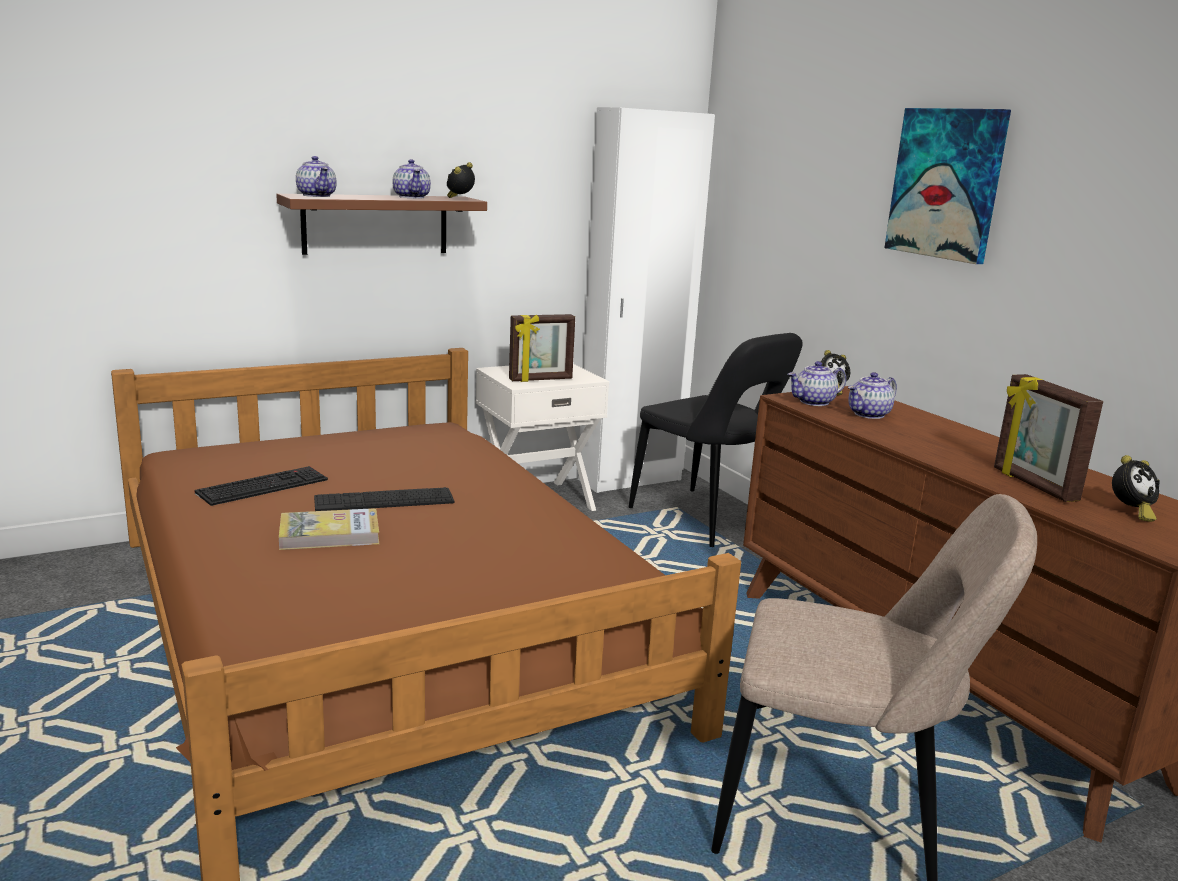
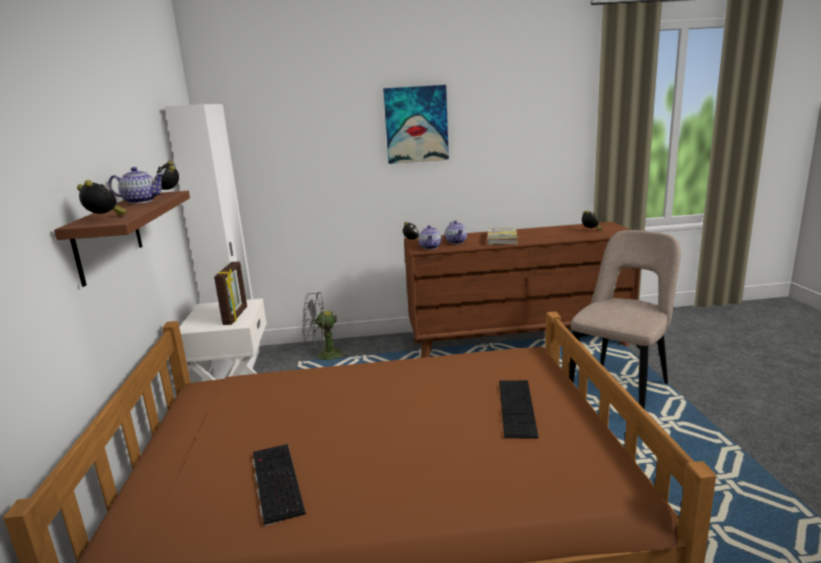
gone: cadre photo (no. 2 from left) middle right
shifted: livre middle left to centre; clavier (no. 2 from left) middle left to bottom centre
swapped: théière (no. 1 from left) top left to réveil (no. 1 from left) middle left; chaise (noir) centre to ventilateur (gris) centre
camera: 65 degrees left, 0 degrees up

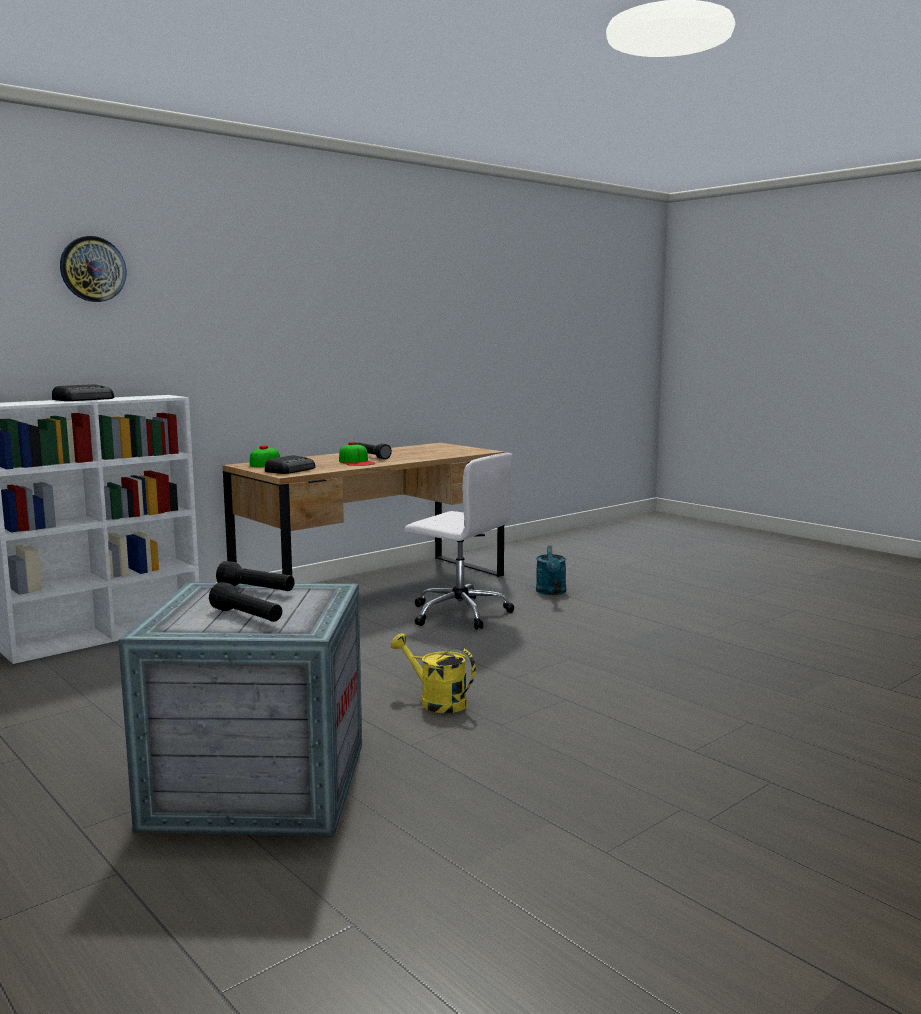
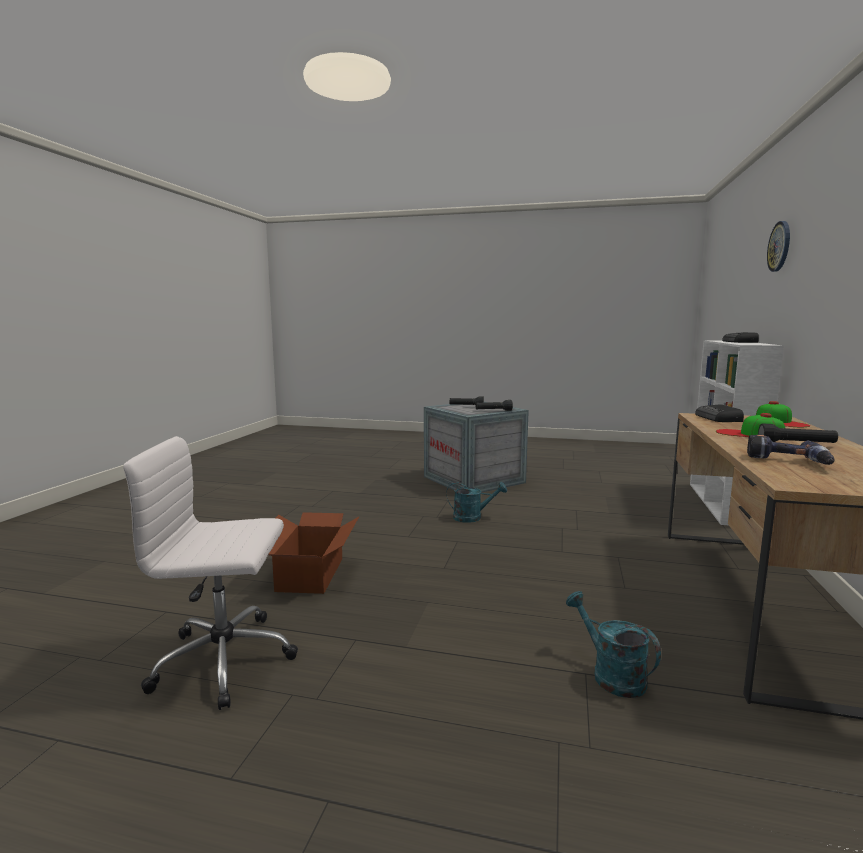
new: carton centre; perceuse middle right
shifted: chaise de bureau (blanc) centre to bottom left
repainted: arrosoir (jaune) centre to arrosoir (turquoise) (no. 1 from left) centre
camera: 145 degrees right, 0 degrees up

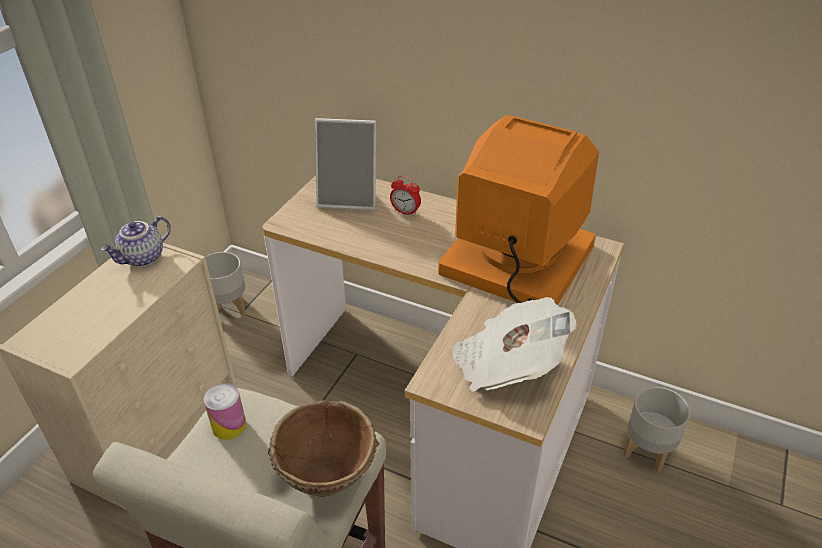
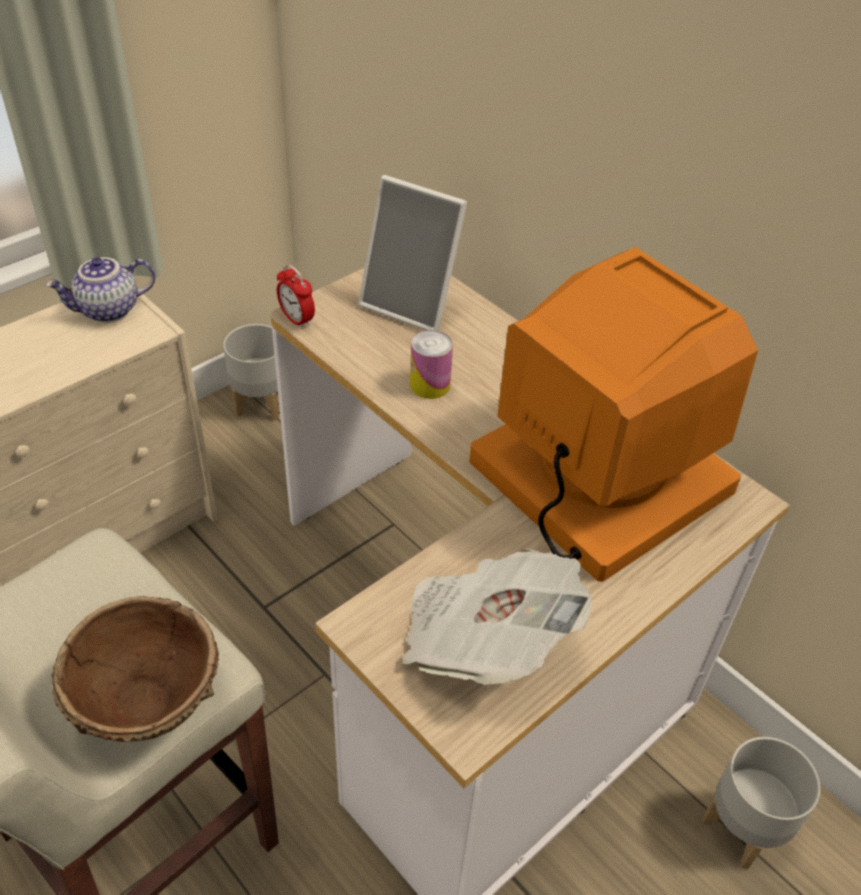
shifted: boîte métallique bottom left to centre; réveil centre to top centre
camera: 20 degrees right, 5 degrees up

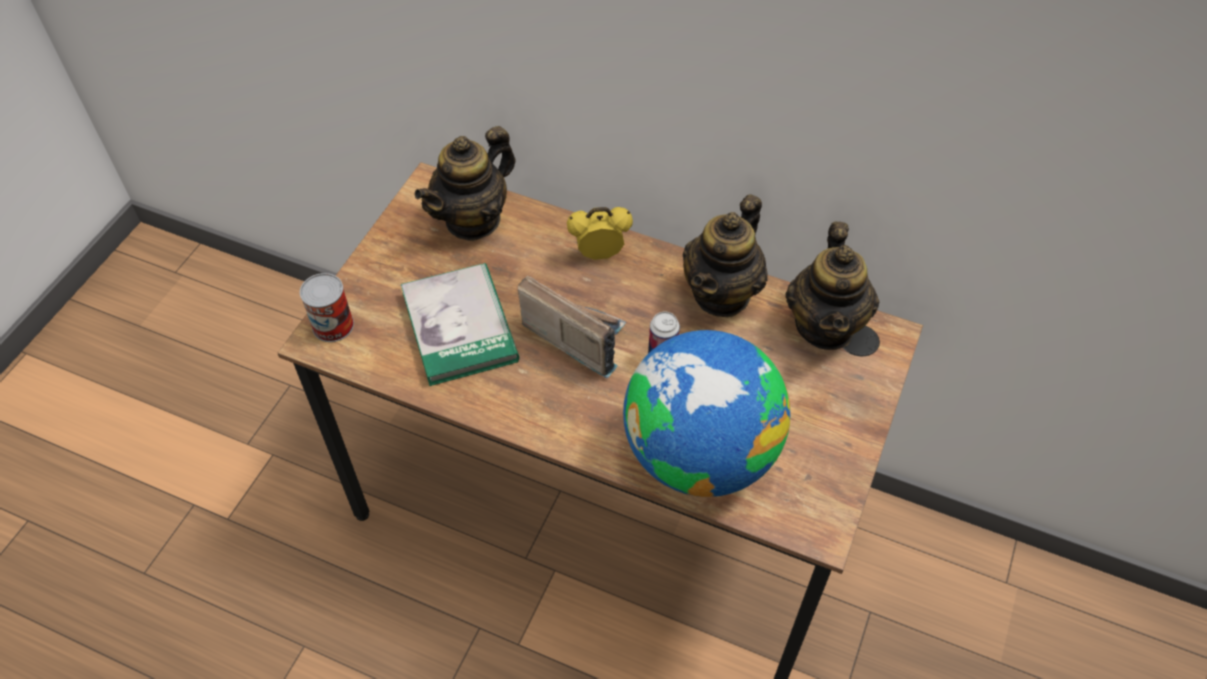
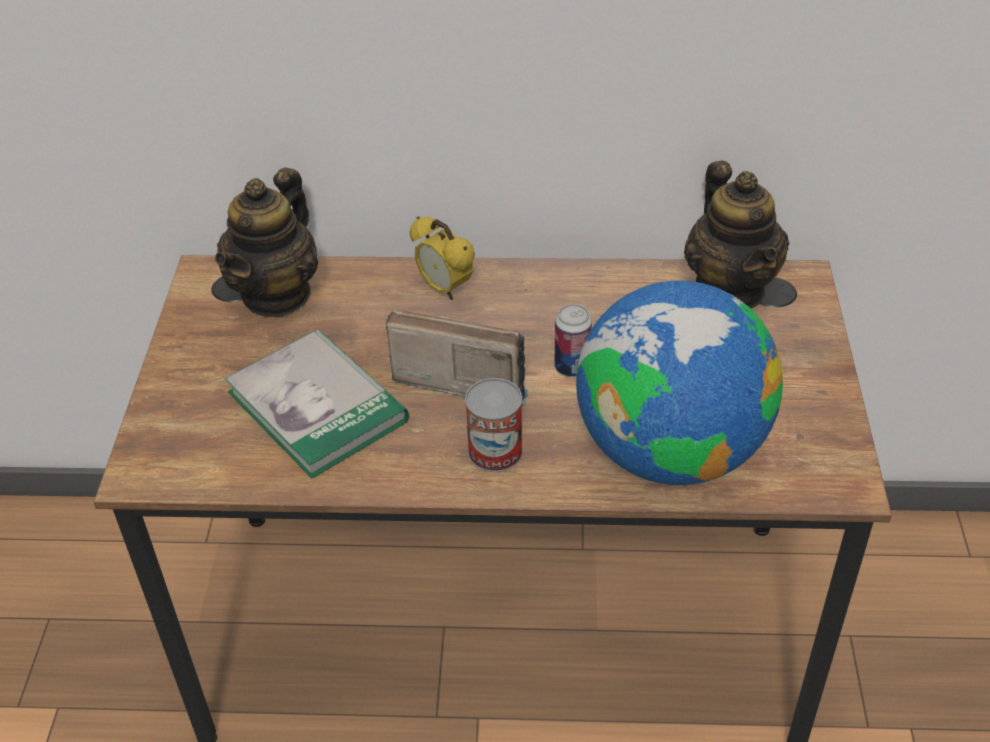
gone: théière (no. 2 from left) centre
shifted: boîte métallique (no. 1 from left) middle left to centre
rotated: réveil centre = centre 105 degrees counterclockwise
camera: 20 degrees left, 10 degrees down

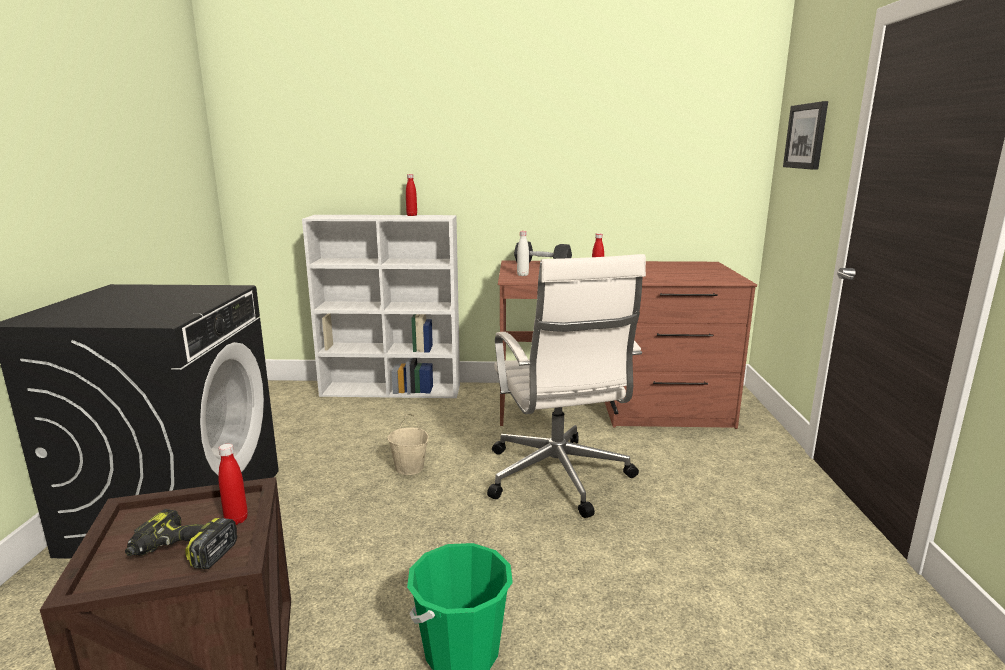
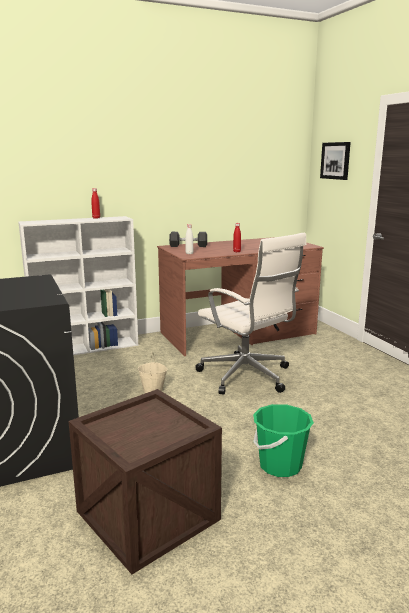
gone: perceuse bottom left; bouteille (rouge) (no. 1 from left) bottom left
camera: 25 degrees left, 0 degrees up

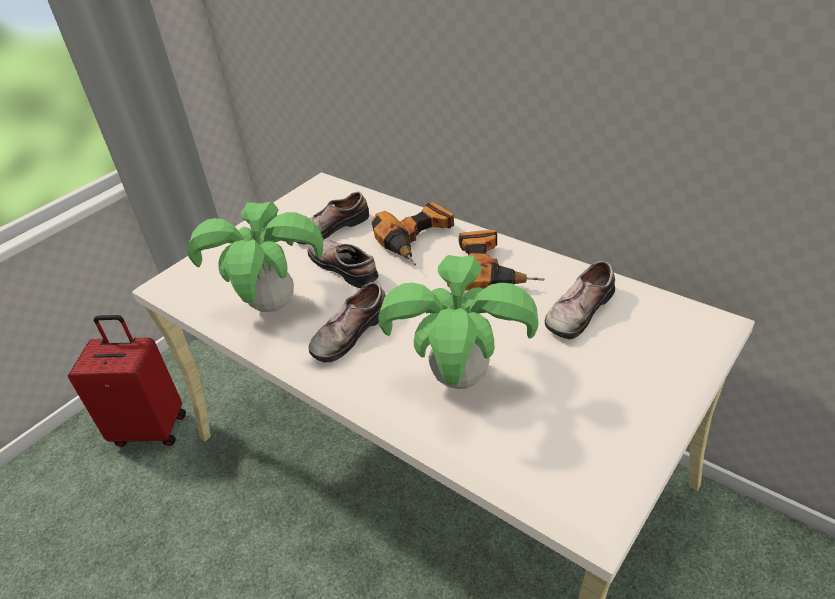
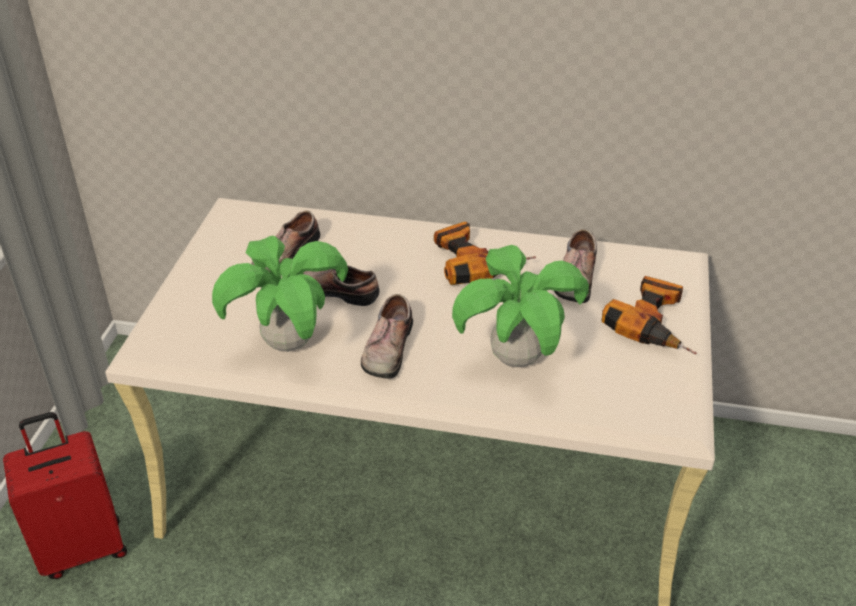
shifted: perceuse (no. 1 from left in the first image) centre to perceuse (no. 2 from left) middle right
camera: 30 degrees left, 0 degrees up

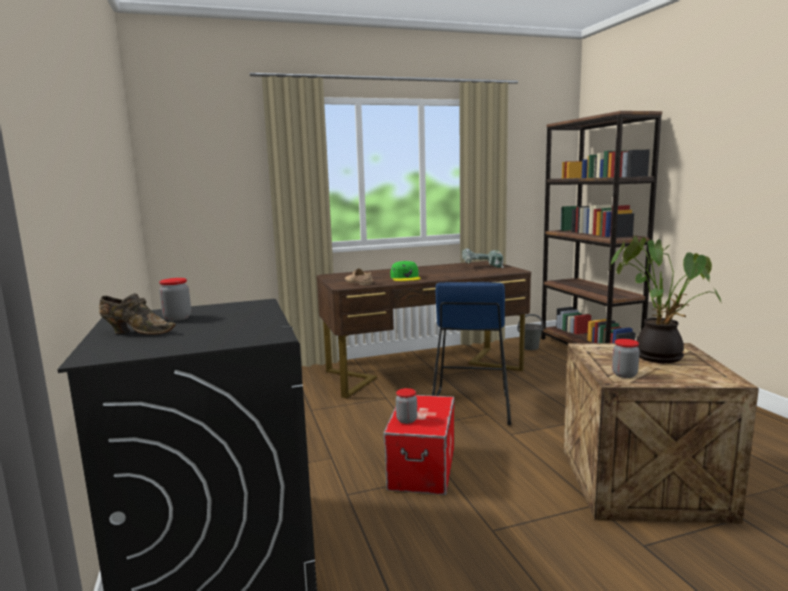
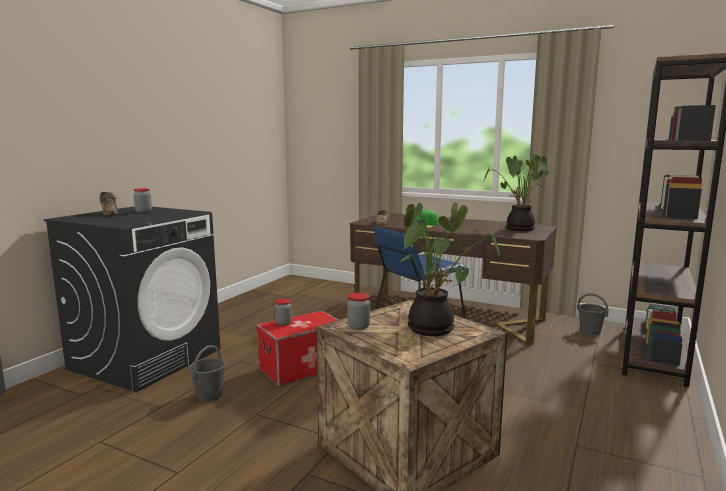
new: seau (gris) (no. 1 from left) bottom left
swapped: perceuse centre to plante en pot (no. 2 from left) middle right
camera: 45 degrees right, 0 degrees up

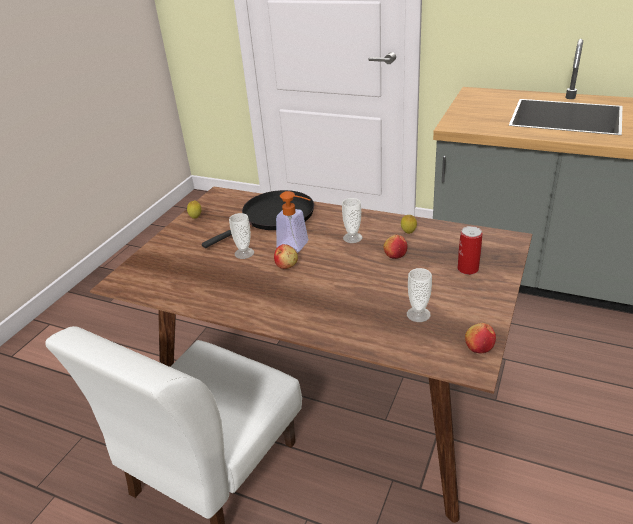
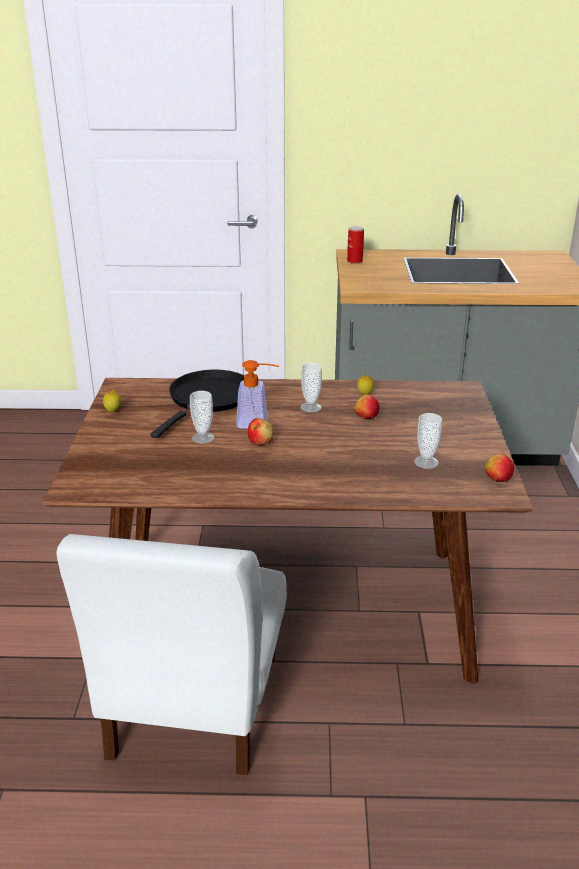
shifted: boîte métallique middle right to top centre
camera: 25 degrees left, 5 degrees down

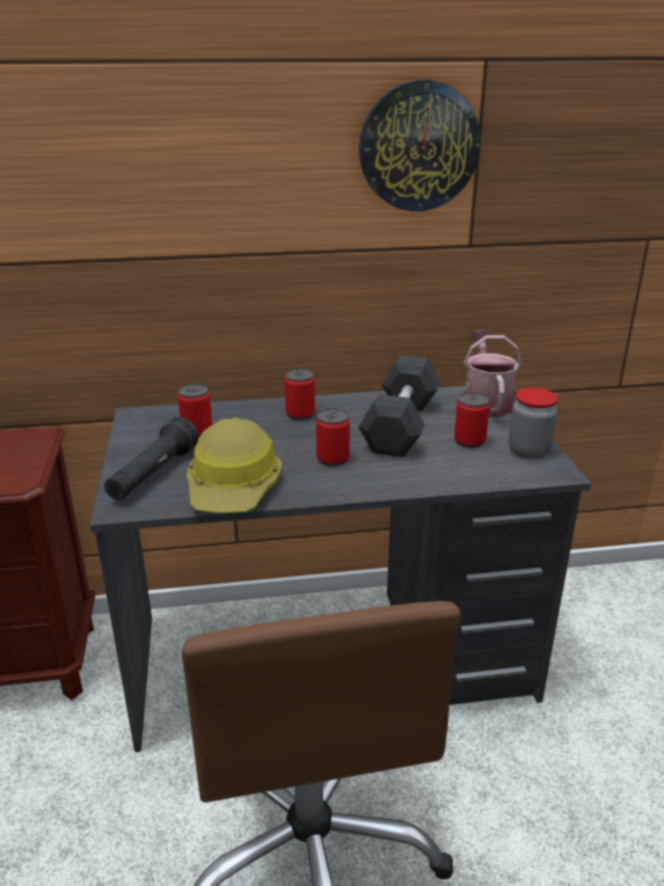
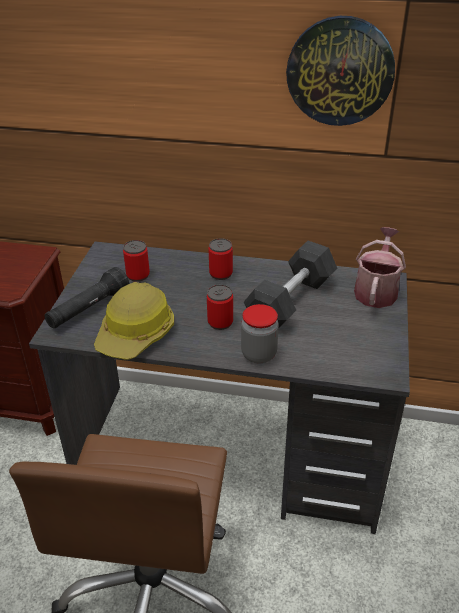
gone: boîte métallique (no. 4 from left) middle right
shifted: bocal middle right to centre
camera: 20 degrees right, 10 degrees up

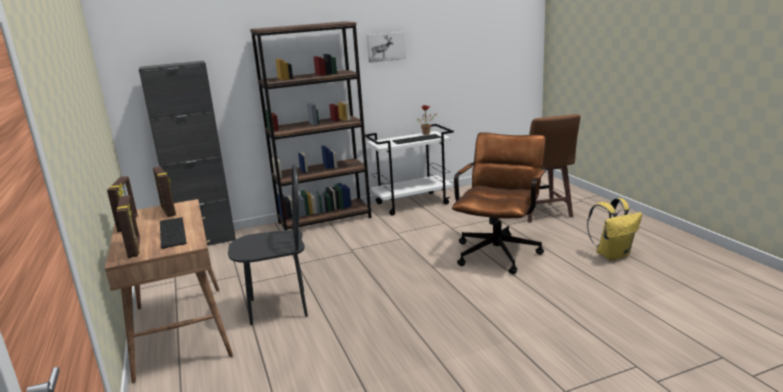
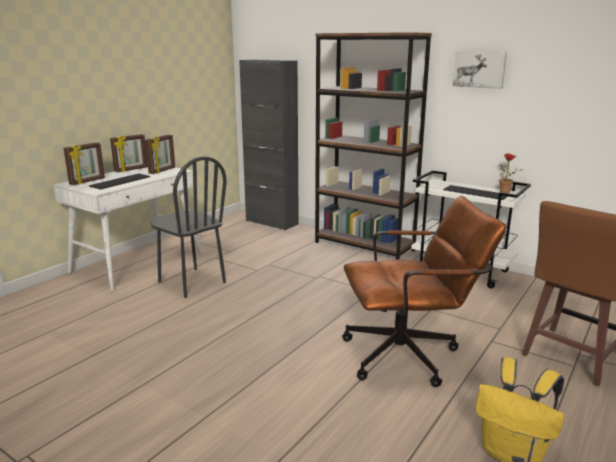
repainted: bureau (marron) bottom left to bureau (blanc) middle left
camera: 55 degrees right, 0 degrees up

